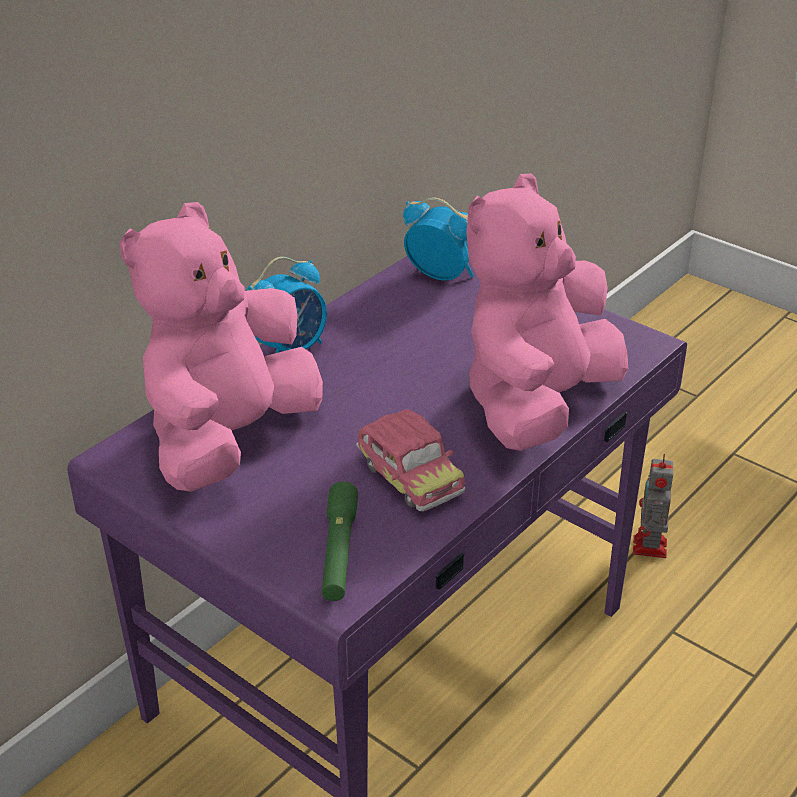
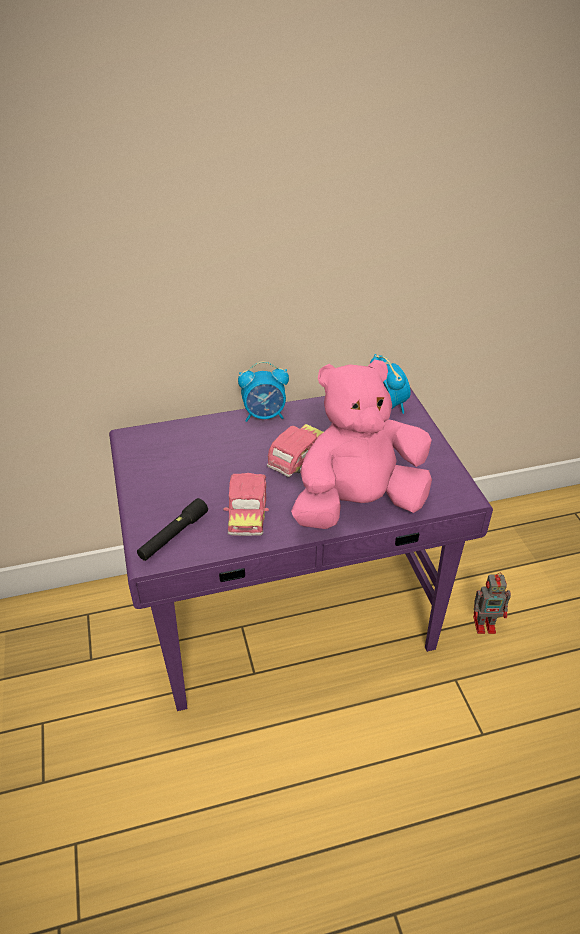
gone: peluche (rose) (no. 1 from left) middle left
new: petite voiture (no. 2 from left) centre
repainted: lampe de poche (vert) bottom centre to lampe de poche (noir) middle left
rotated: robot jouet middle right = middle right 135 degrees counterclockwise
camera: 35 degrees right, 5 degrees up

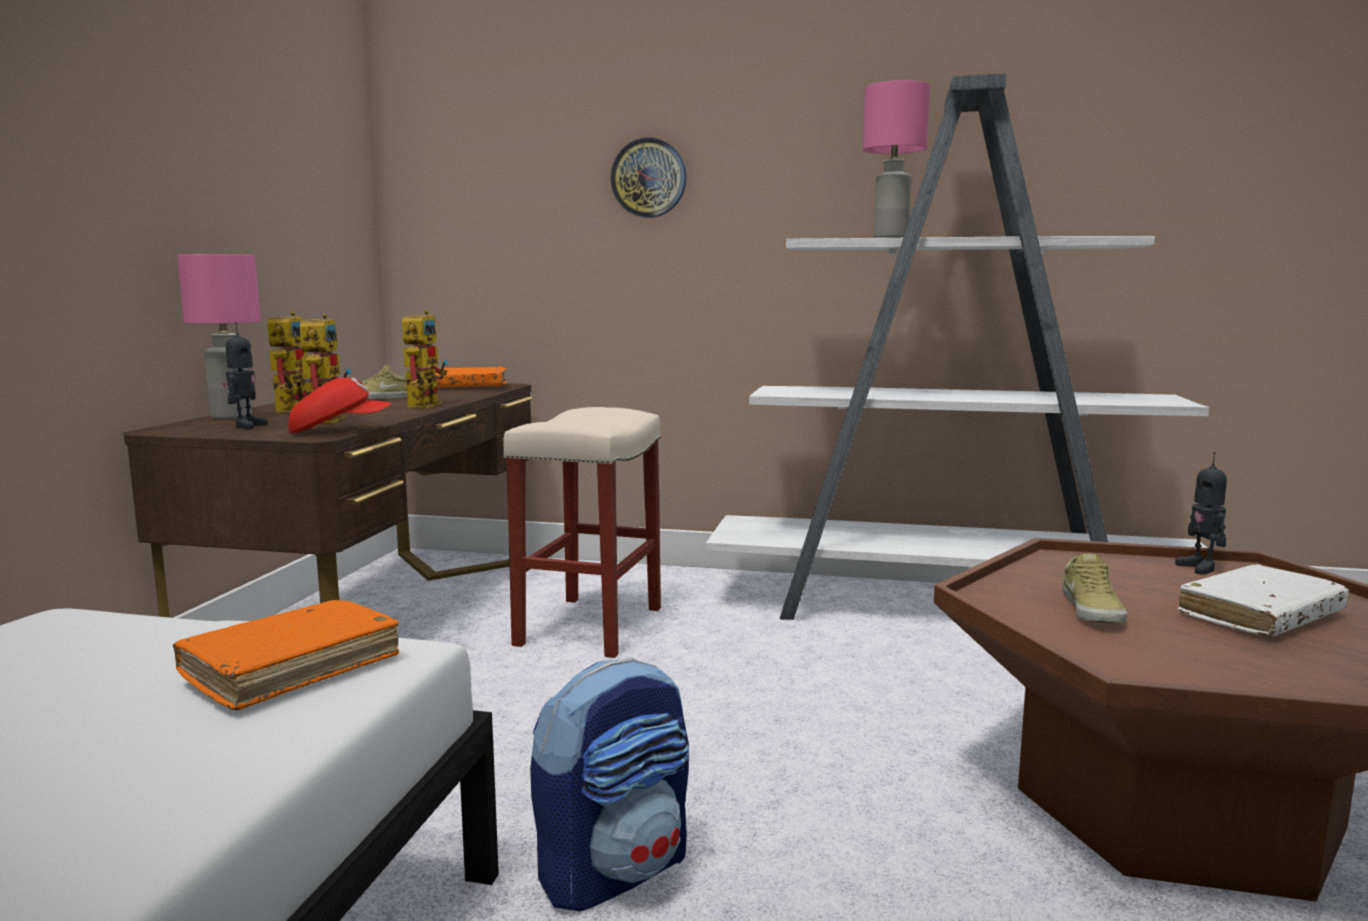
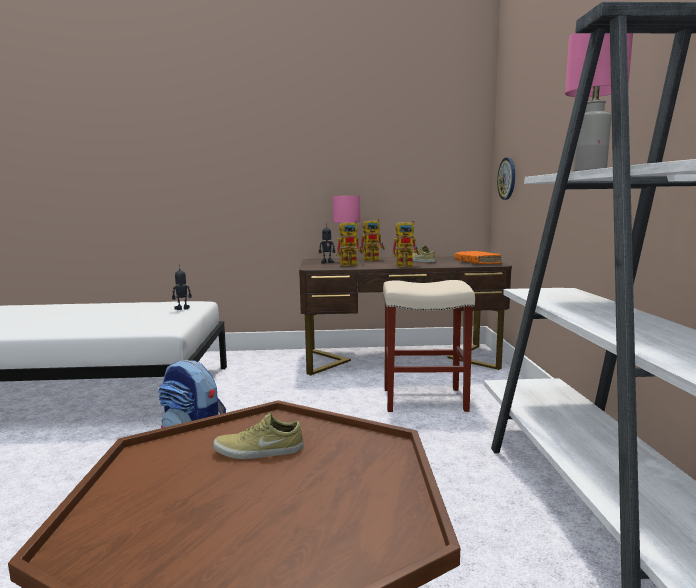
gone: livre (orange) (no. 1 from left) bottom left; casquette (rouge) middle left; livre (blanc) middle right
shifted: horloge murale top centre to top right; robot jouet (no. 5 from left in the first image) middle right to robot jouet (no. 1 from left) middle left
camera: 75 degrees right, 0 degrees up

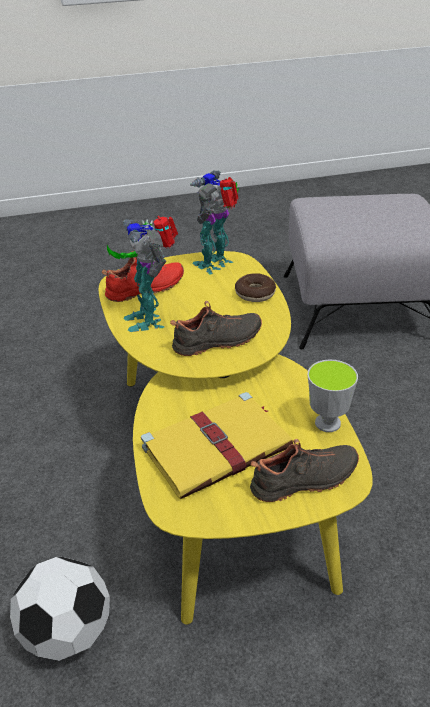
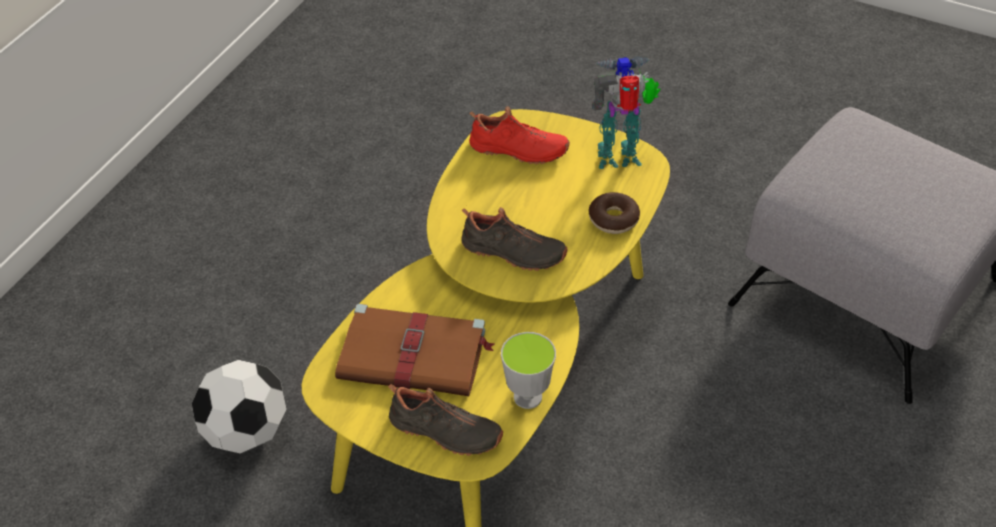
gone: robot jouet (no. 1 from left) middle left
repainted: livre (jaune) centre to livre (marron) centre
camera: 40 degrees right, 10 degrees up

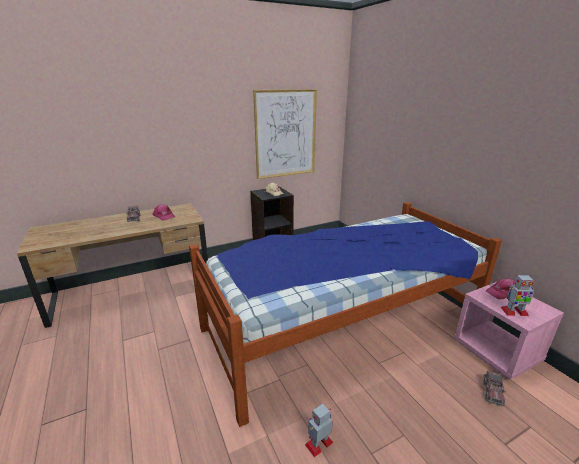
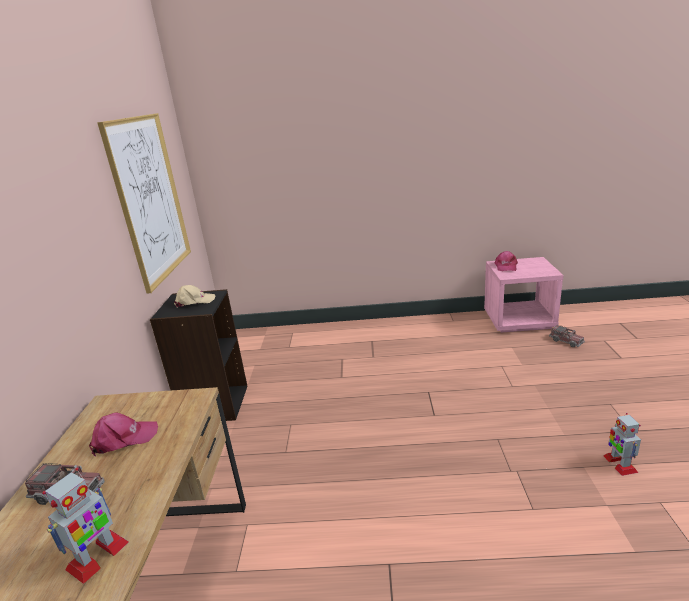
gone: lit bottom centre
shifted: robot jouet (no. 2 from left in the first image) middle right to robot jouet (no. 1 from left) bottom left
camera: 60 degrees left, 0 degrees up

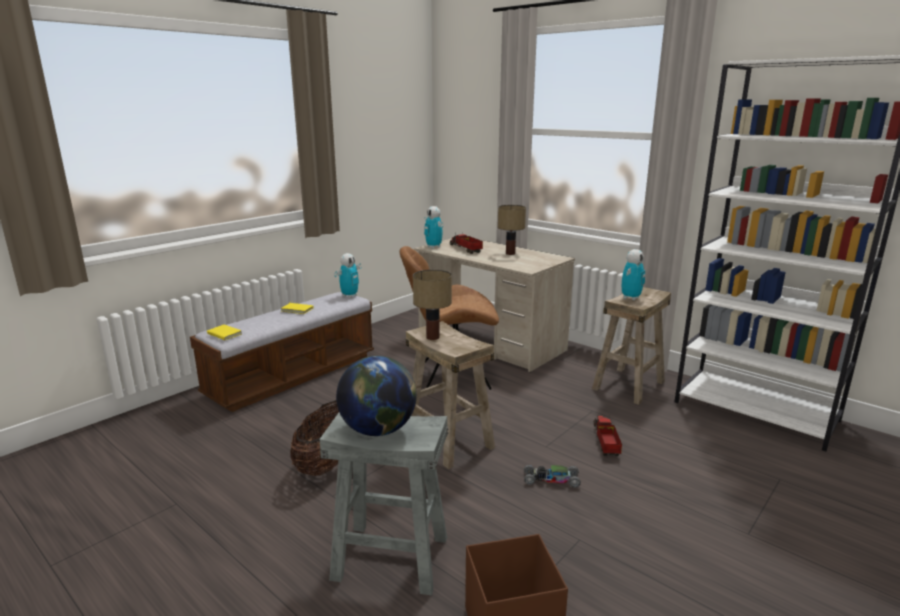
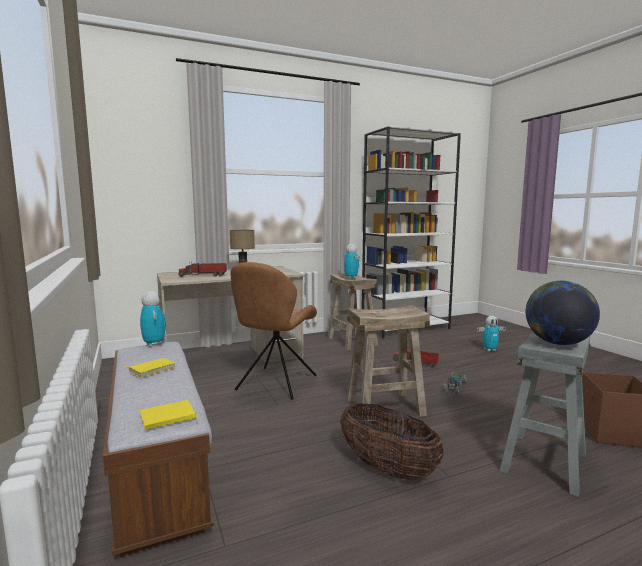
gone: lampe de table (no. 1 from left) centre
shifted: robot jouet (no. 2 from left in the first image) centre to robot jouet (no. 3 from left) middle right
camera: 65 degrees left, 10 degrees down

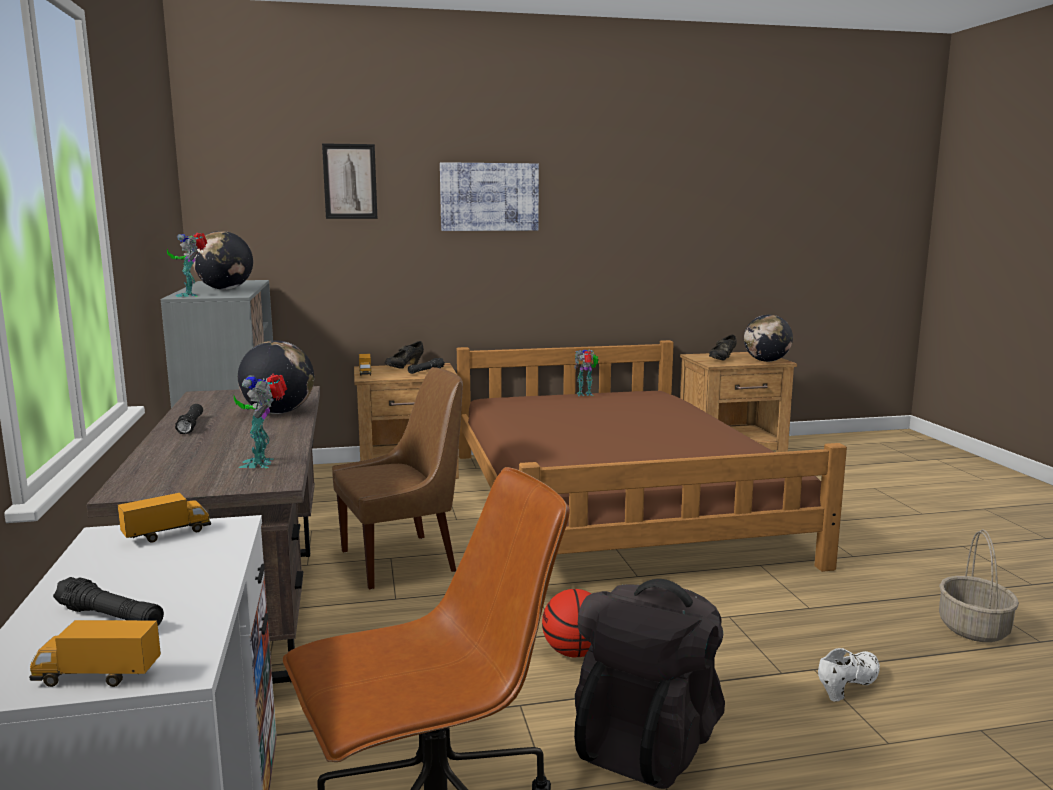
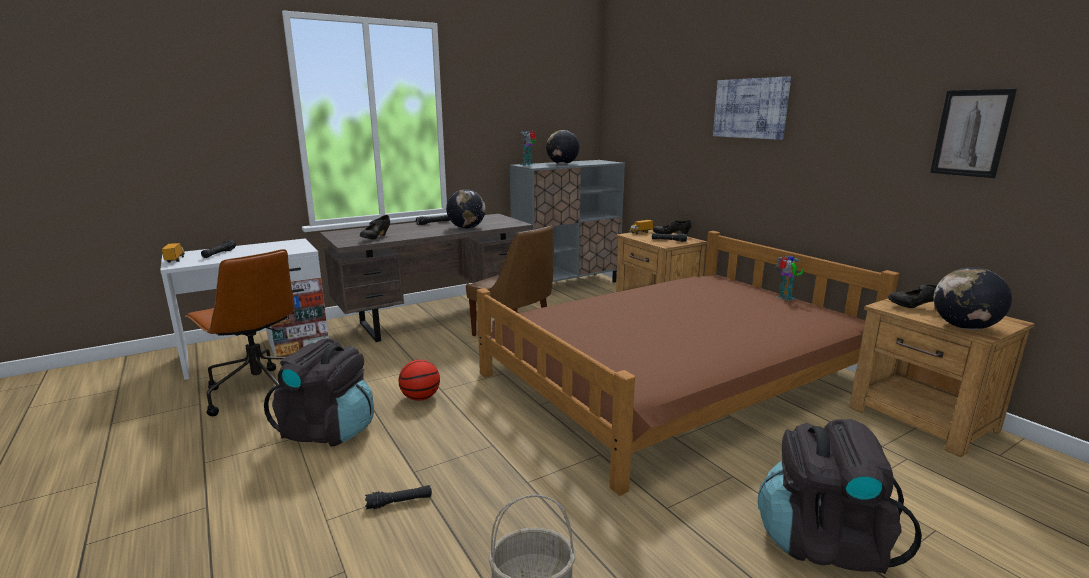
gone: camion jouet (no. 2 from left) middle left
new: sac à dos (noir) (no. 2 from left) bottom right
shifted: tableau (no. 1 from left in the first image) top left to tableau (no. 2 from left) top right
swapped: robot jouet (no. 2 from left) middle left to chaussure (noir) (no. 1 from left) centre; chaussure (blanc) bottom right to lampe de poche (noir) (no. 2 from left) bottom centre
camera: 70 degrees right, 5 degrees up

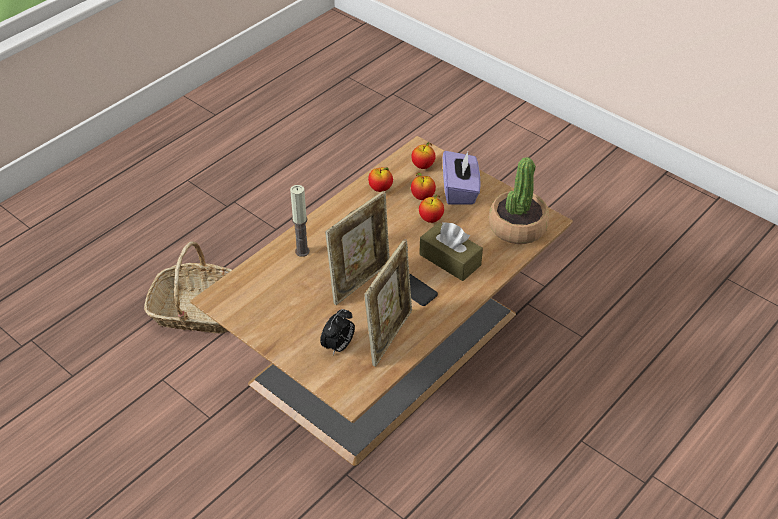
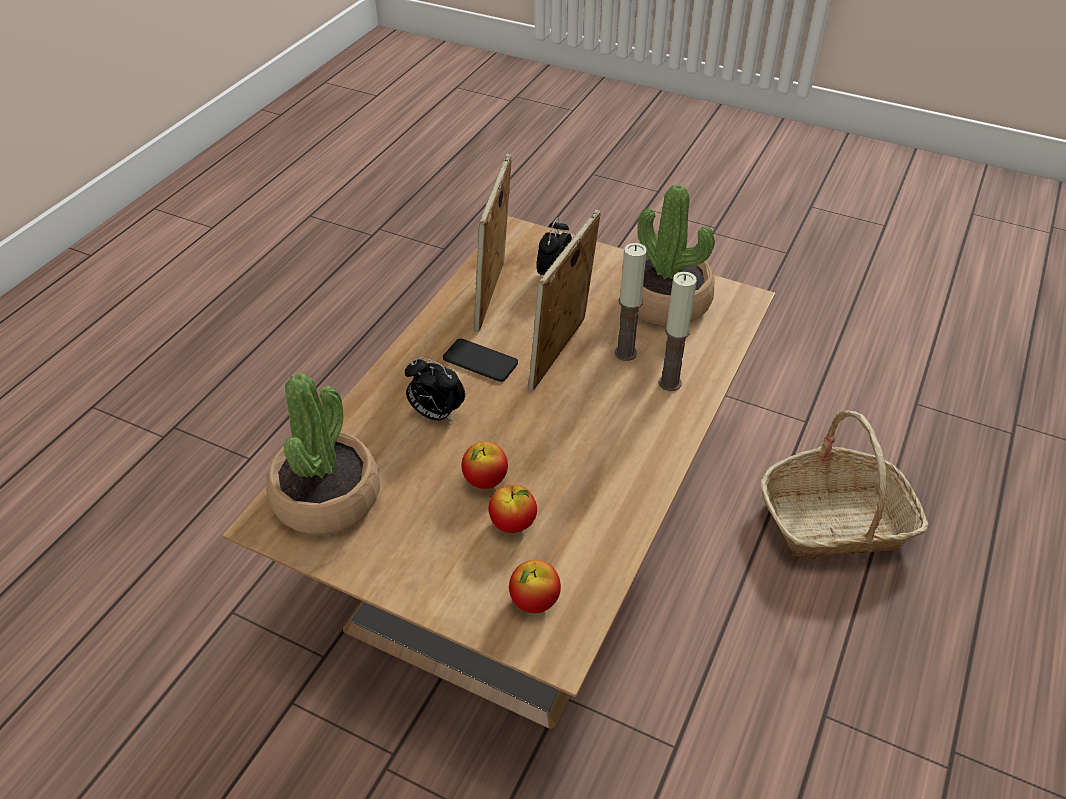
gone: pomme (no. 1 from left) centre; boîte à mouchoirs (violet) centre
new: bougie (no. 1 from left) centre; plante en pot (no. 2 from left) top centre
swapped: boîte à mouchoirs (marron) centre to réveil (no. 1 from left) centre
camera: 165 degrees right, 0 degrees up

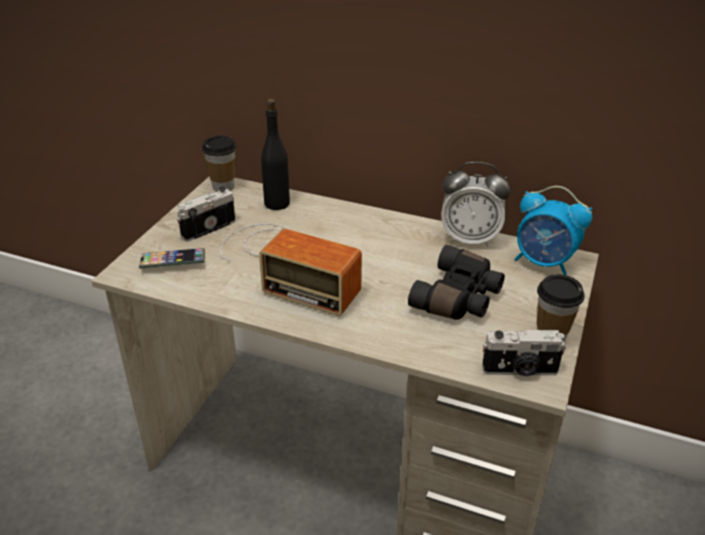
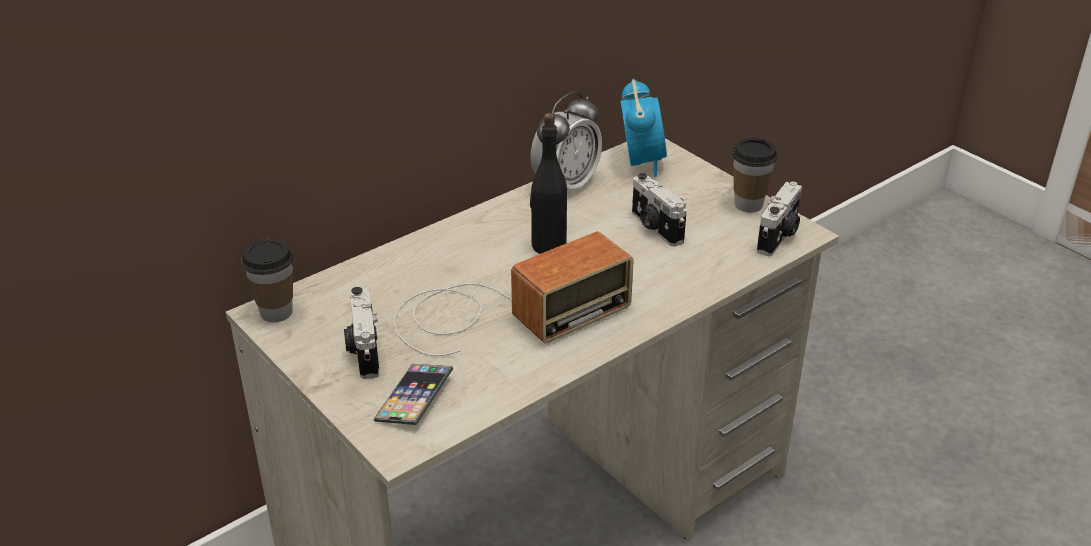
shifted: bouteille (noir) top centre to centre
swapped: jumelles (noir) centre to appareil photo (no. 2 from left) centre
rotated: réveil (no. 2 from left) middle right = top centre 60 degrees counterclockwise
camera: 60 degrees left, 0 degrees up

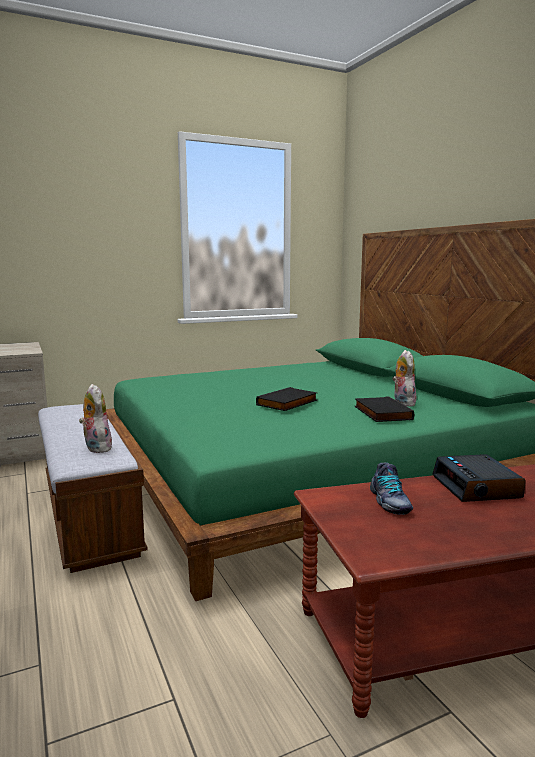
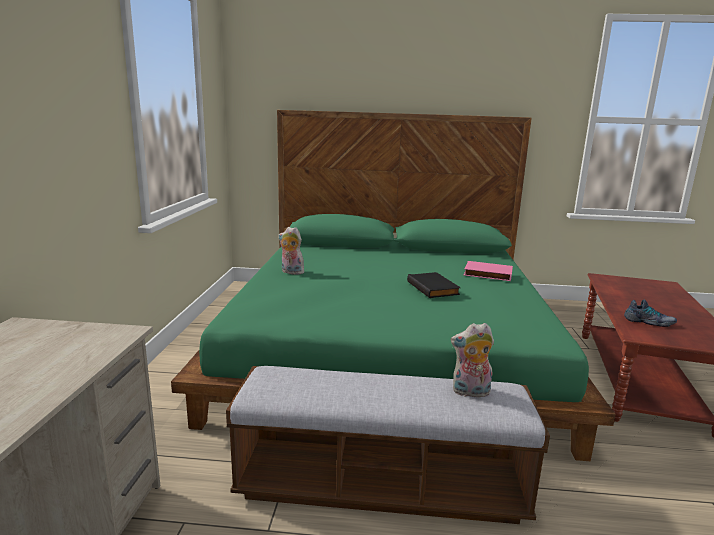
gone: réveil middle right
shifted: peluche (no. 2 from left in the first image) middle right to peluche (no. 1 from left) centre
repainted: livre (noir) (no. 2 from left) middle right to livre (rose) middle right
camera: 60 degrees left, 5 degrees up

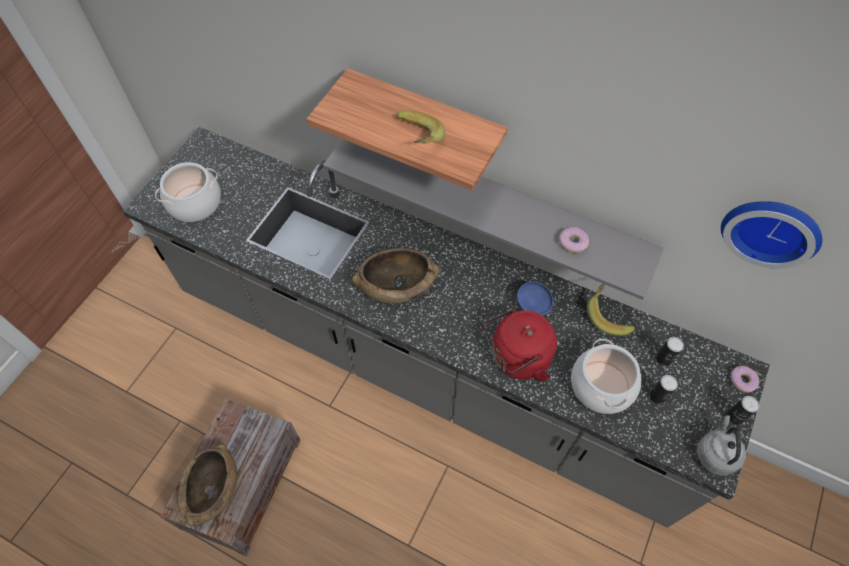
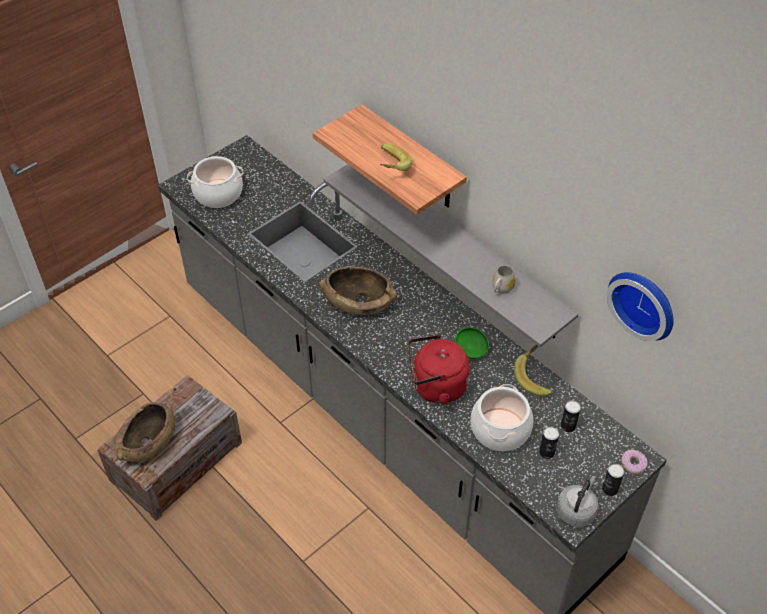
swapped: beignet (no. 1 from left) middle right to mug (blanc) centre
repainted: bol (bleu) centre to bol (vert) centre
camera: 20 degrees right, 10 degrees down

